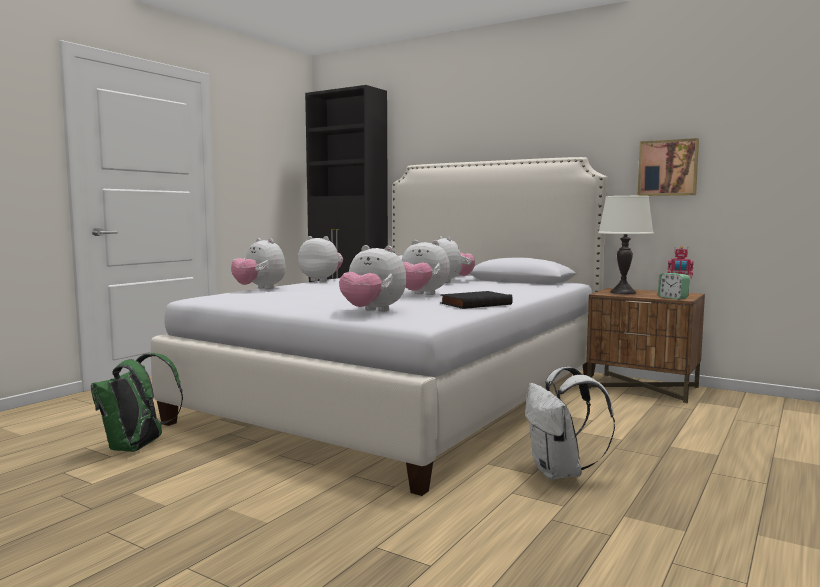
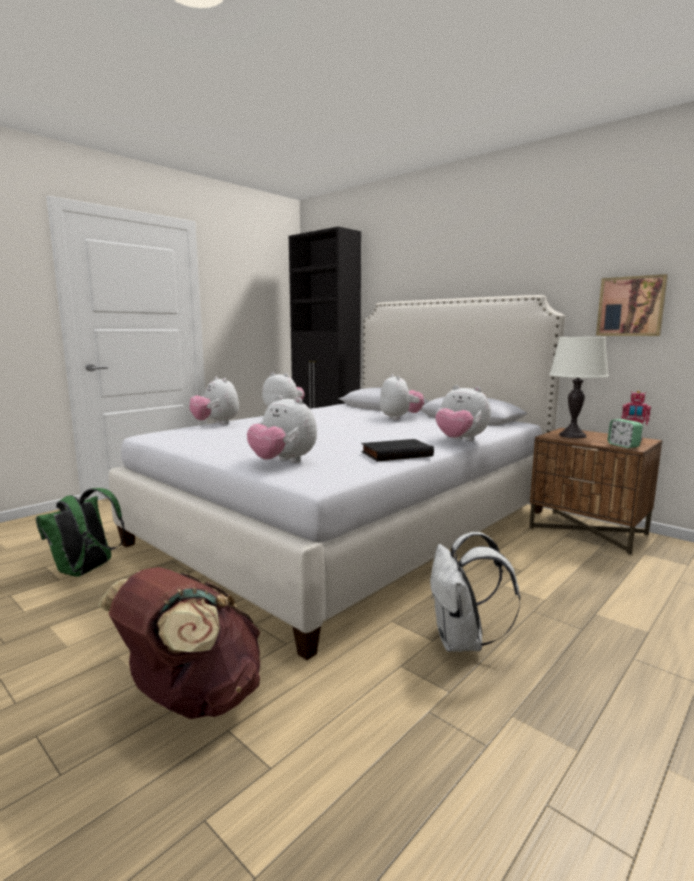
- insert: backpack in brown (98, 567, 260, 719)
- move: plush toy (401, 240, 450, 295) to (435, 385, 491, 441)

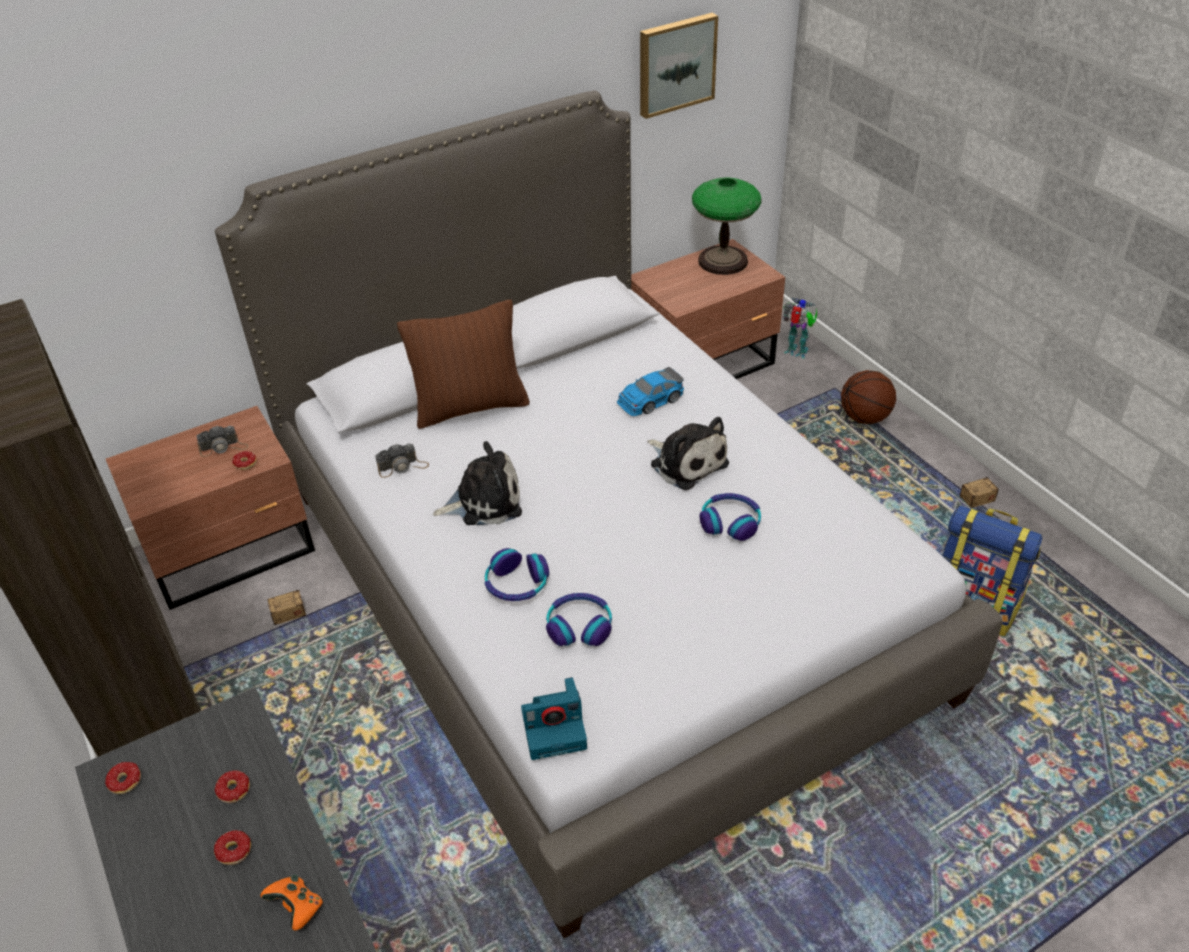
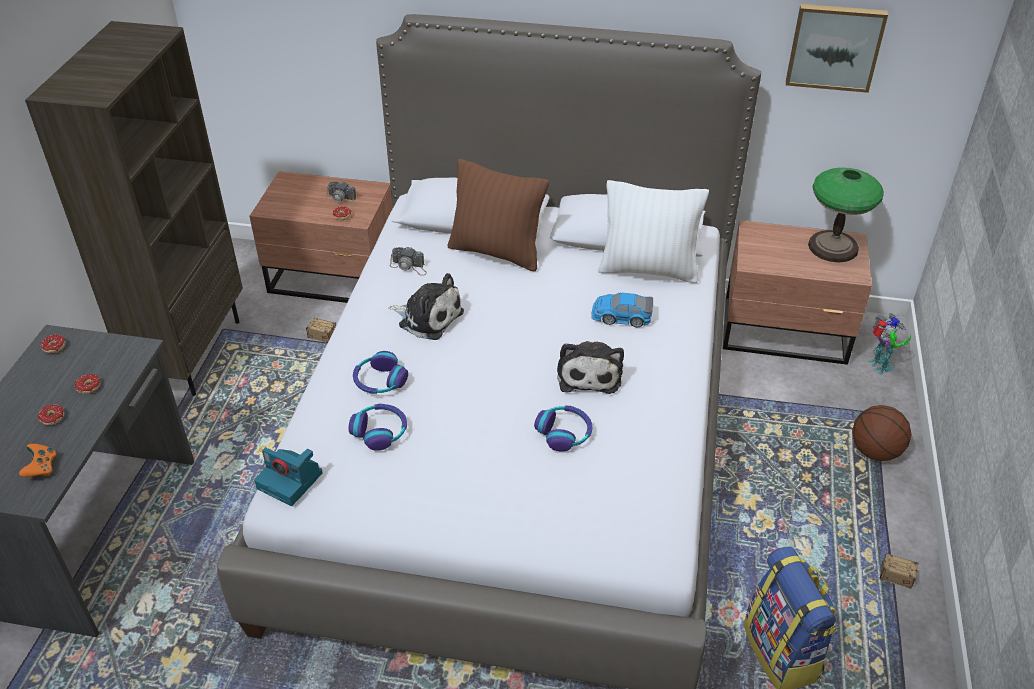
- insert: pillow in white (598, 180, 709, 283)

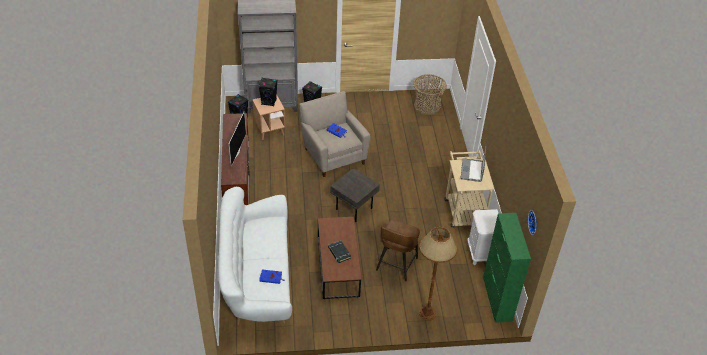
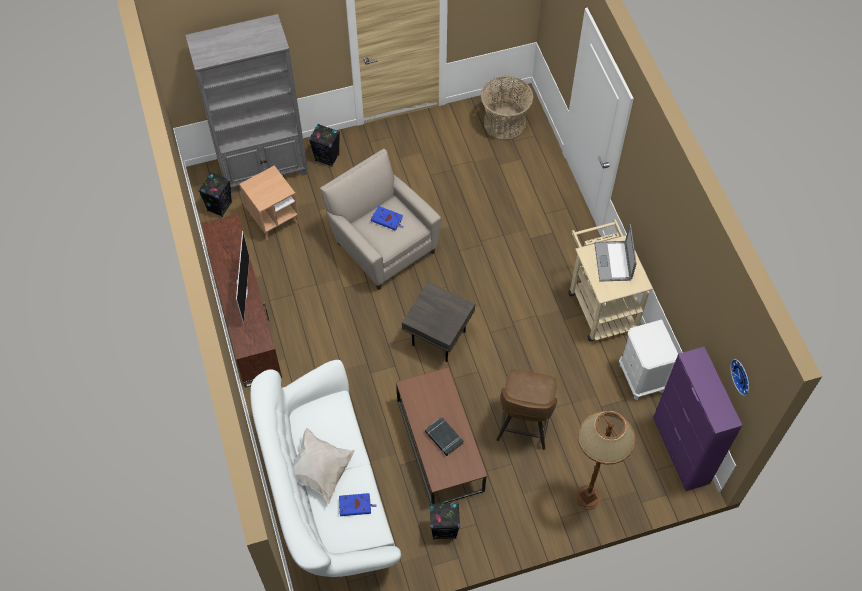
- insert: pillow in white (293, 428, 355, 504)
- move: speaker in black (258, 78, 278, 107) to (429, 502, 460, 540)
- recolor: cabinet in green (483, 213, 531, 323) to cabinet in purple (653, 347, 743, 491)

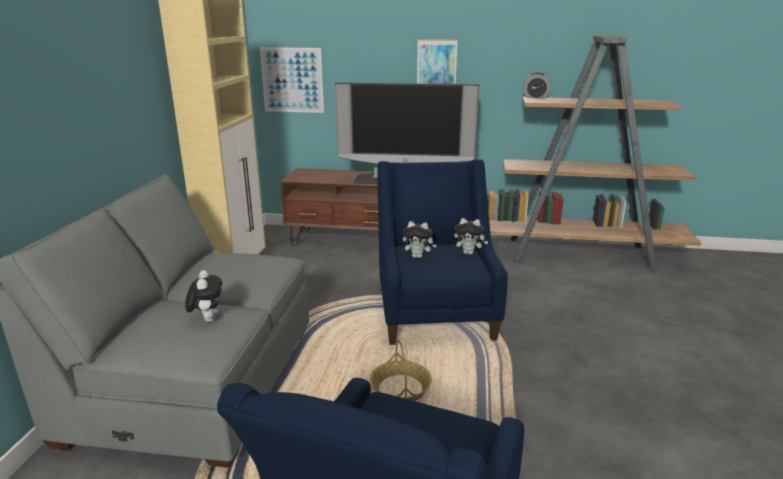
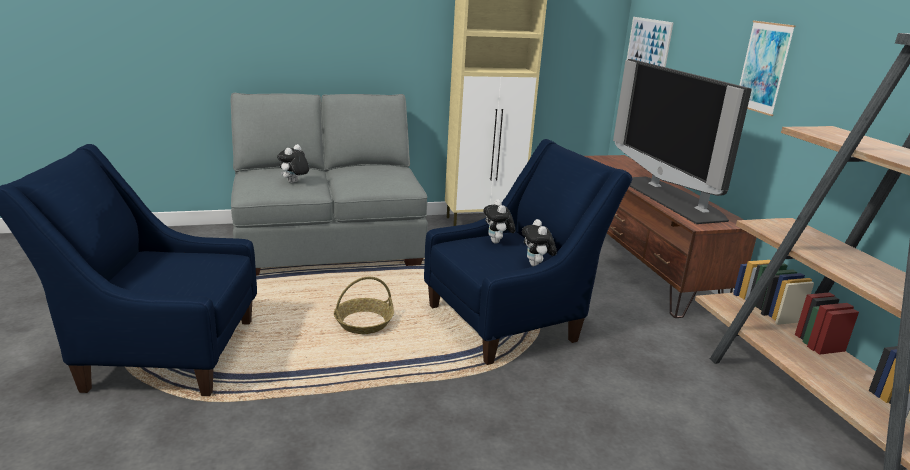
- rotate: plush toy (185, 270, 222, 322) = (277, 144, 309, 183) 150 degrees clockwise
- delete: alarm clock (523, 72, 551, 99)

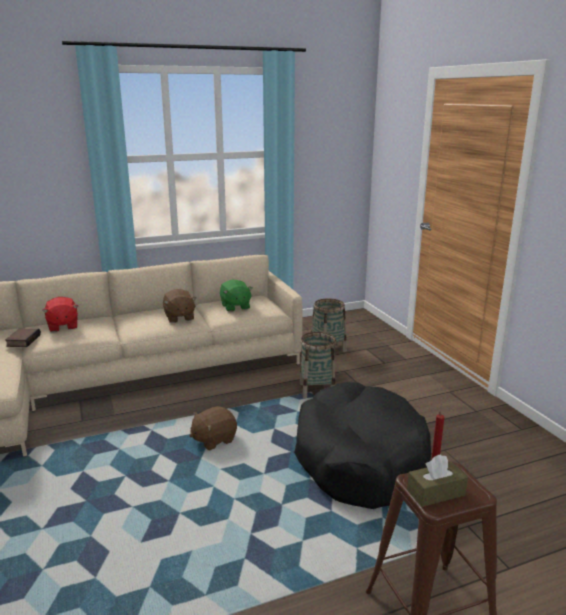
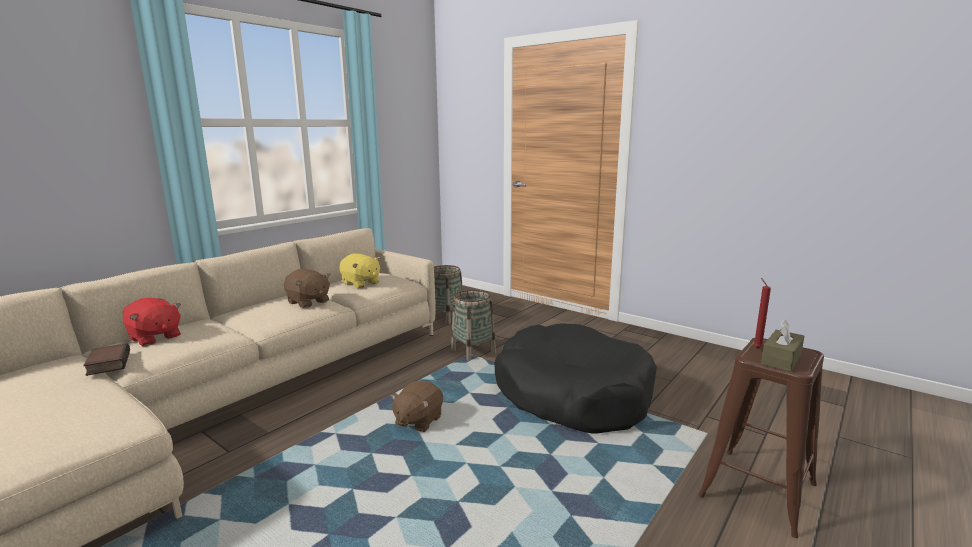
- recolor: plush toy in green (220, 280, 253, 312) to plush toy in yellow (339, 254, 381, 288)

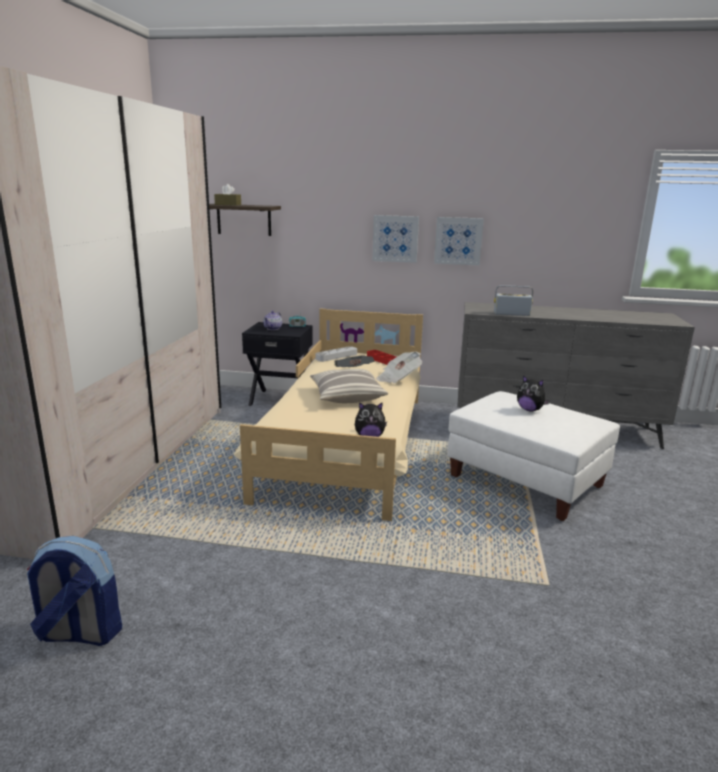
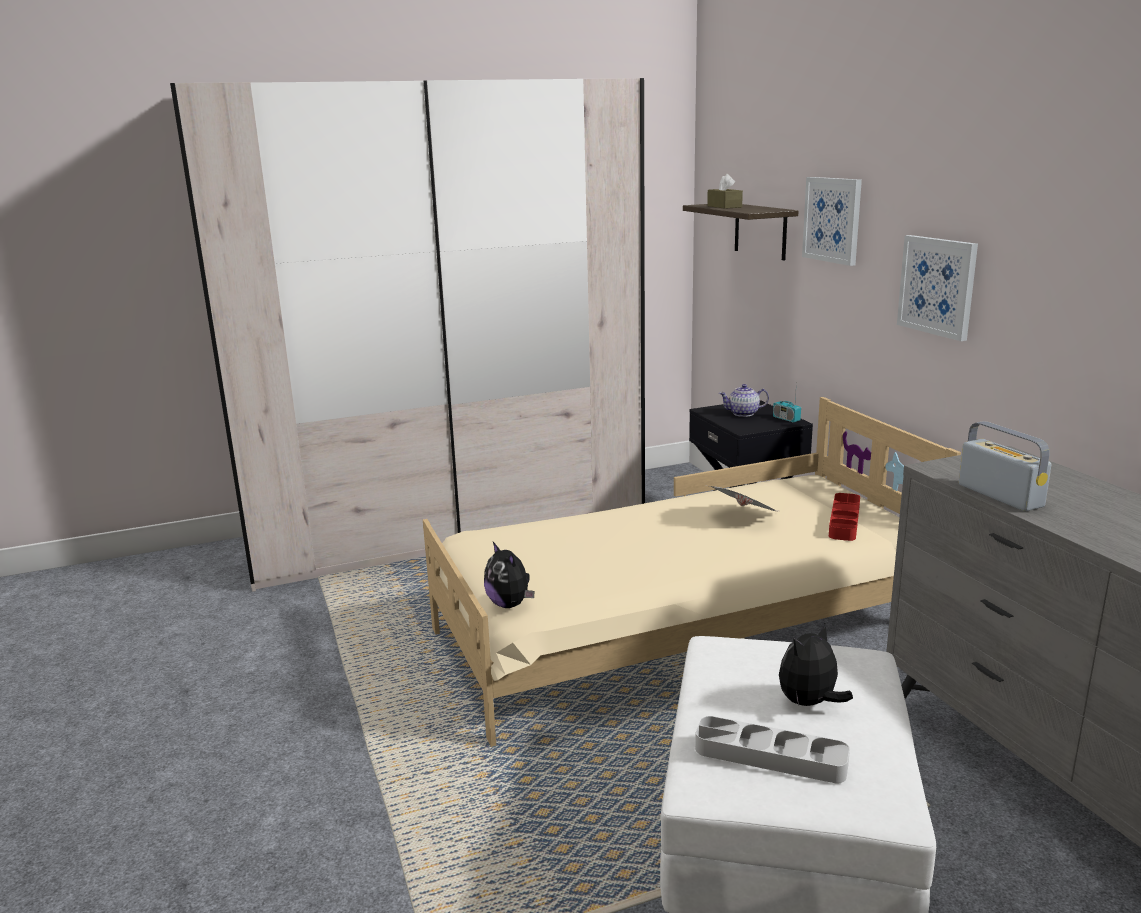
- move: tray in grey (316, 346, 357, 362) to (695, 716, 850, 784)
- rotate: plush toy (517, 375, 550, 412) = (779, 624, 853, 706) 45 degrees clockwise
- move: picture (434, 217, 484, 266) to (802, 177, 862, 266)
- delete: backpack (27, 536, 122, 646)
- delete: pillow (310, 369, 388, 403)
- delete: newspaper (376, 352, 422, 383)

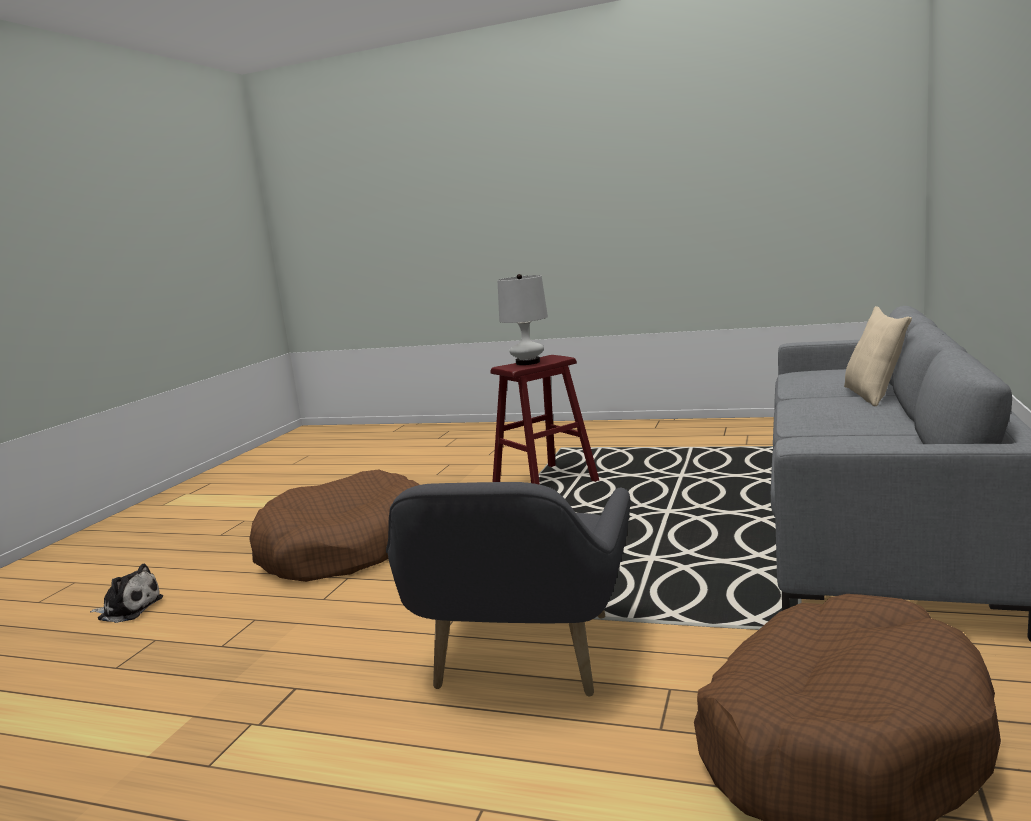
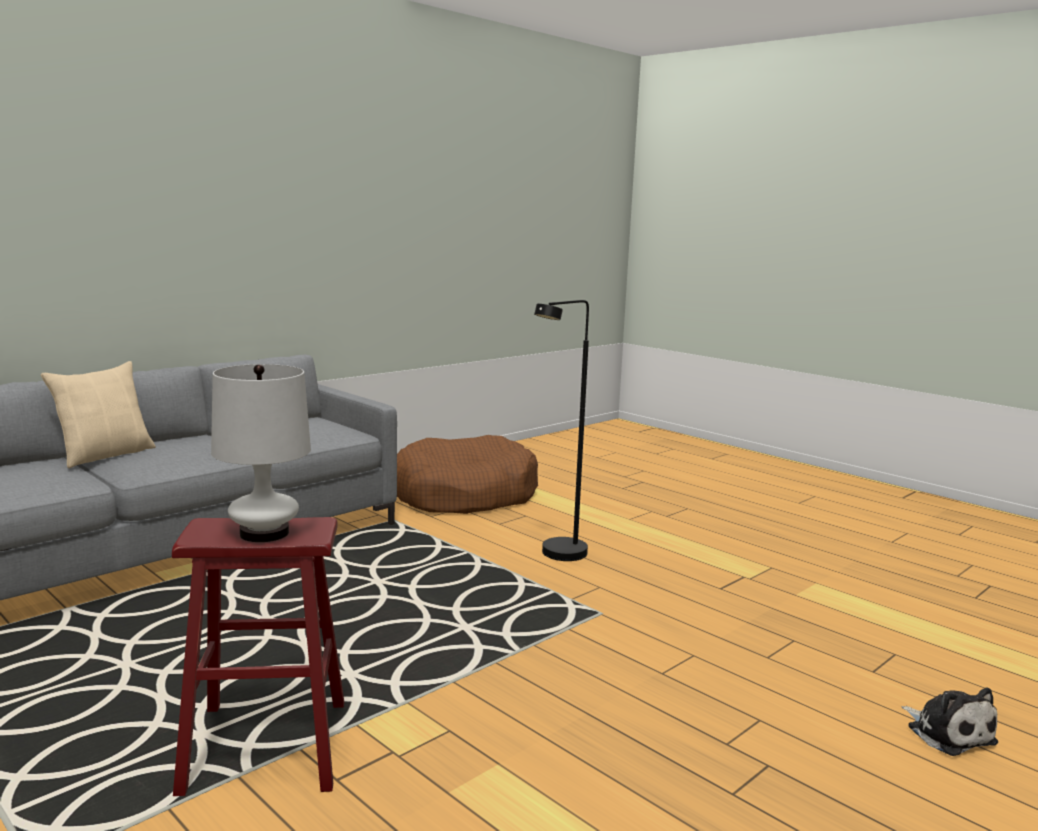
- replace: armchair in grey (386, 482, 630, 696) to floor lamp in black (534, 300, 589, 561)
- rotate: plush toy (90, 564, 163, 623) = (901, 688, 998, 756) 150 degrees counterclockwise
- delete: dog bed in brown (249, 469, 420, 582)

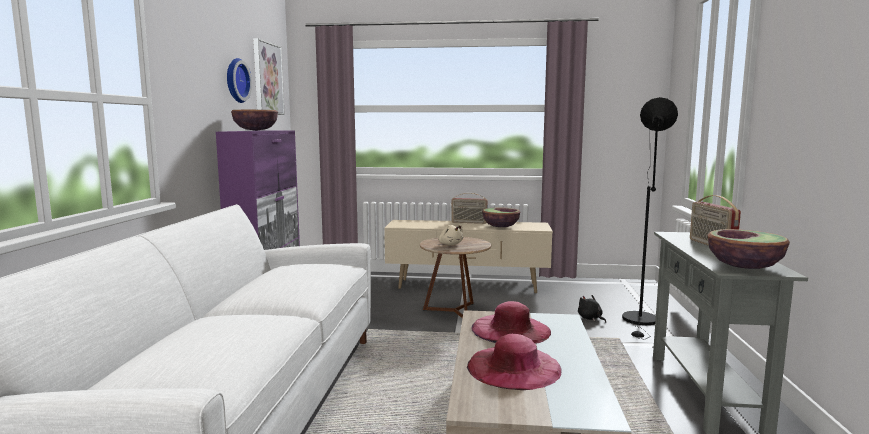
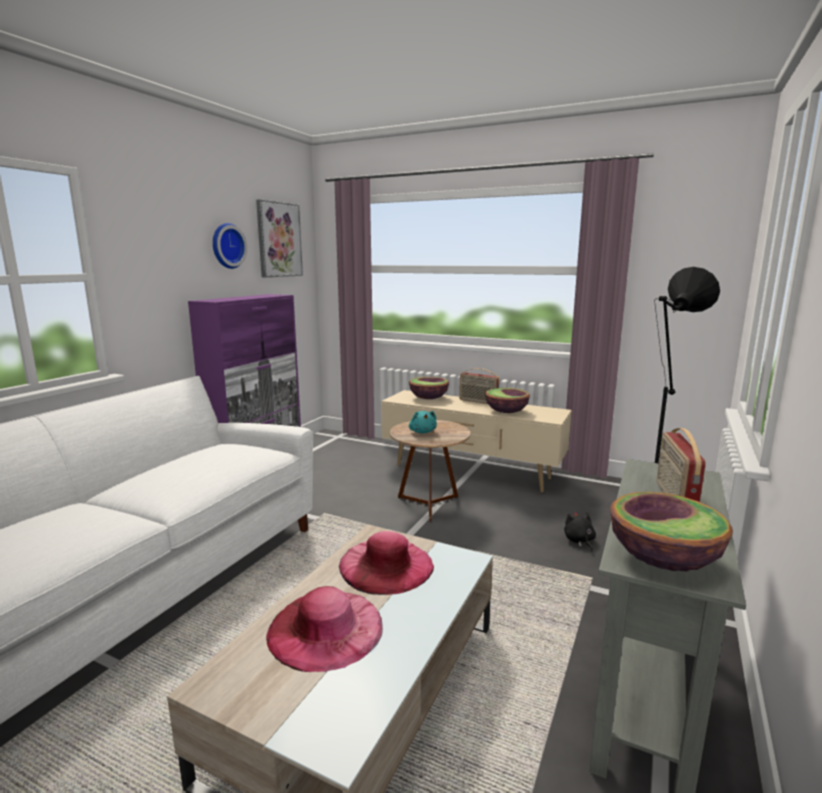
- move: bowl (231, 110, 278, 131) to (409, 377, 449, 399)
- recolor: plush toy in beige (438, 224, 463, 245) to plush toy in turquoise (409, 411, 437, 433)

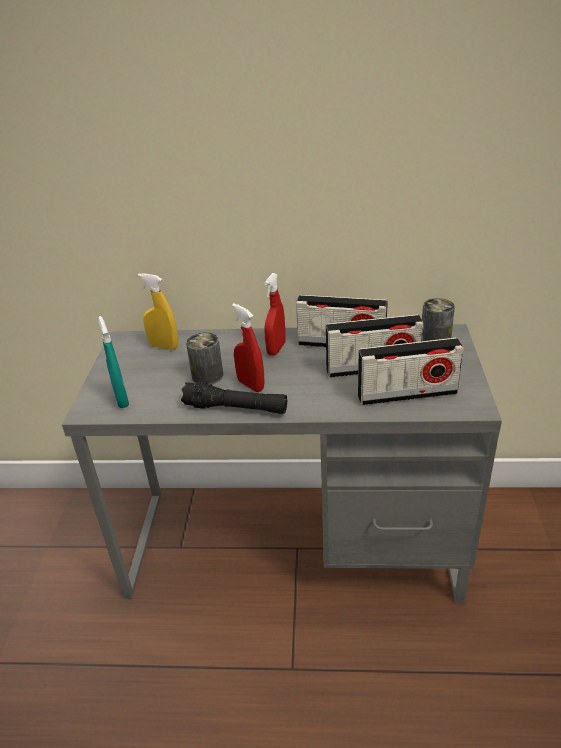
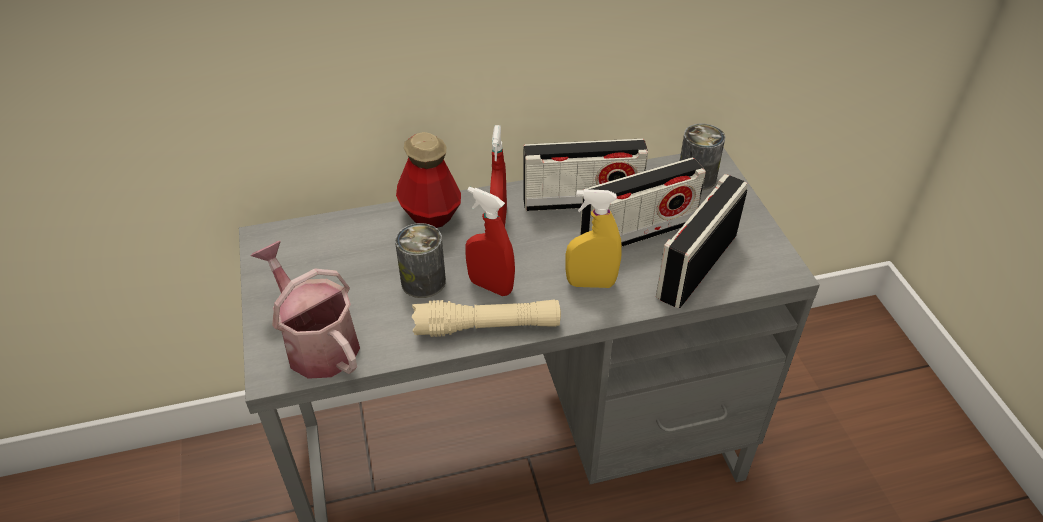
- replace: spray bottle in turquoise (98, 316, 129, 408) to watering can (251, 241, 360, 379)
- insert: bottle (396, 132, 461, 228)
- recolor: flashlight in black (181, 382, 287, 414) to flashlight in beige (412, 299, 561, 337)
- move: spray bottle in yellow (138, 273, 178, 350) to (565, 189, 622, 288)
- rotate: radio (358, 337, 464, 405) = (656, 174, 748, 308) 150 degrees clockwise

